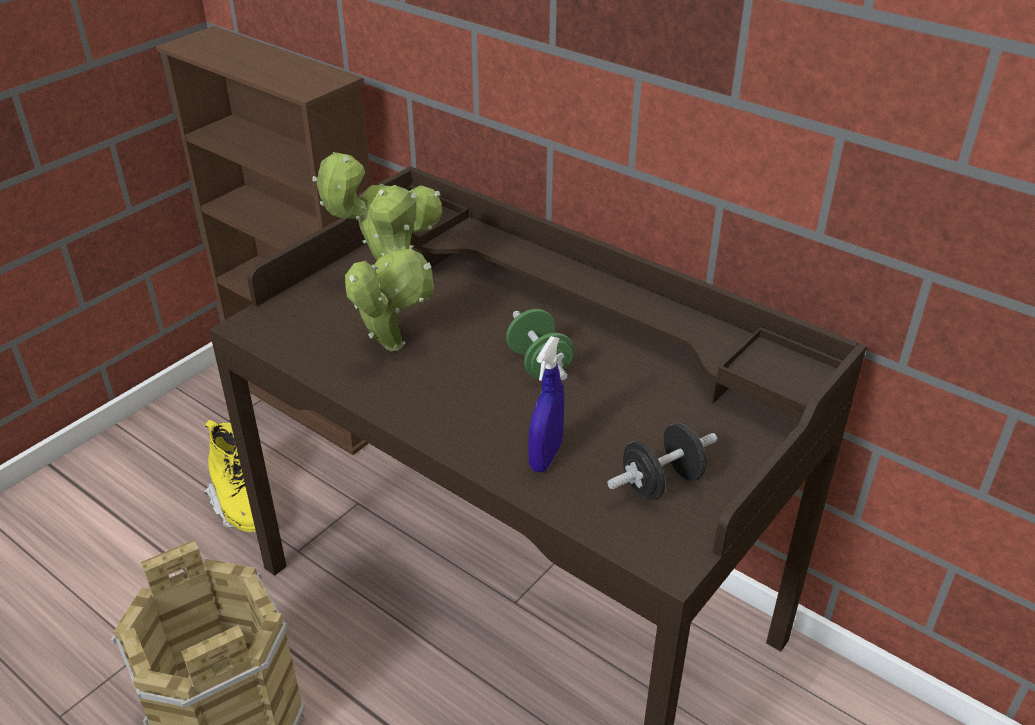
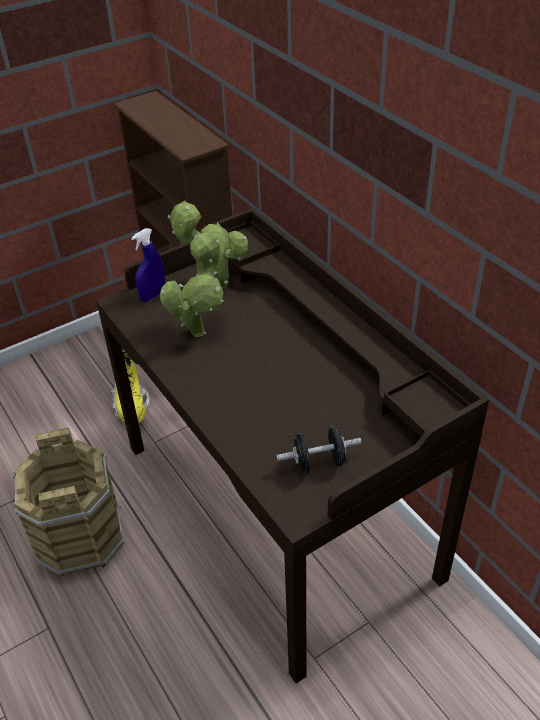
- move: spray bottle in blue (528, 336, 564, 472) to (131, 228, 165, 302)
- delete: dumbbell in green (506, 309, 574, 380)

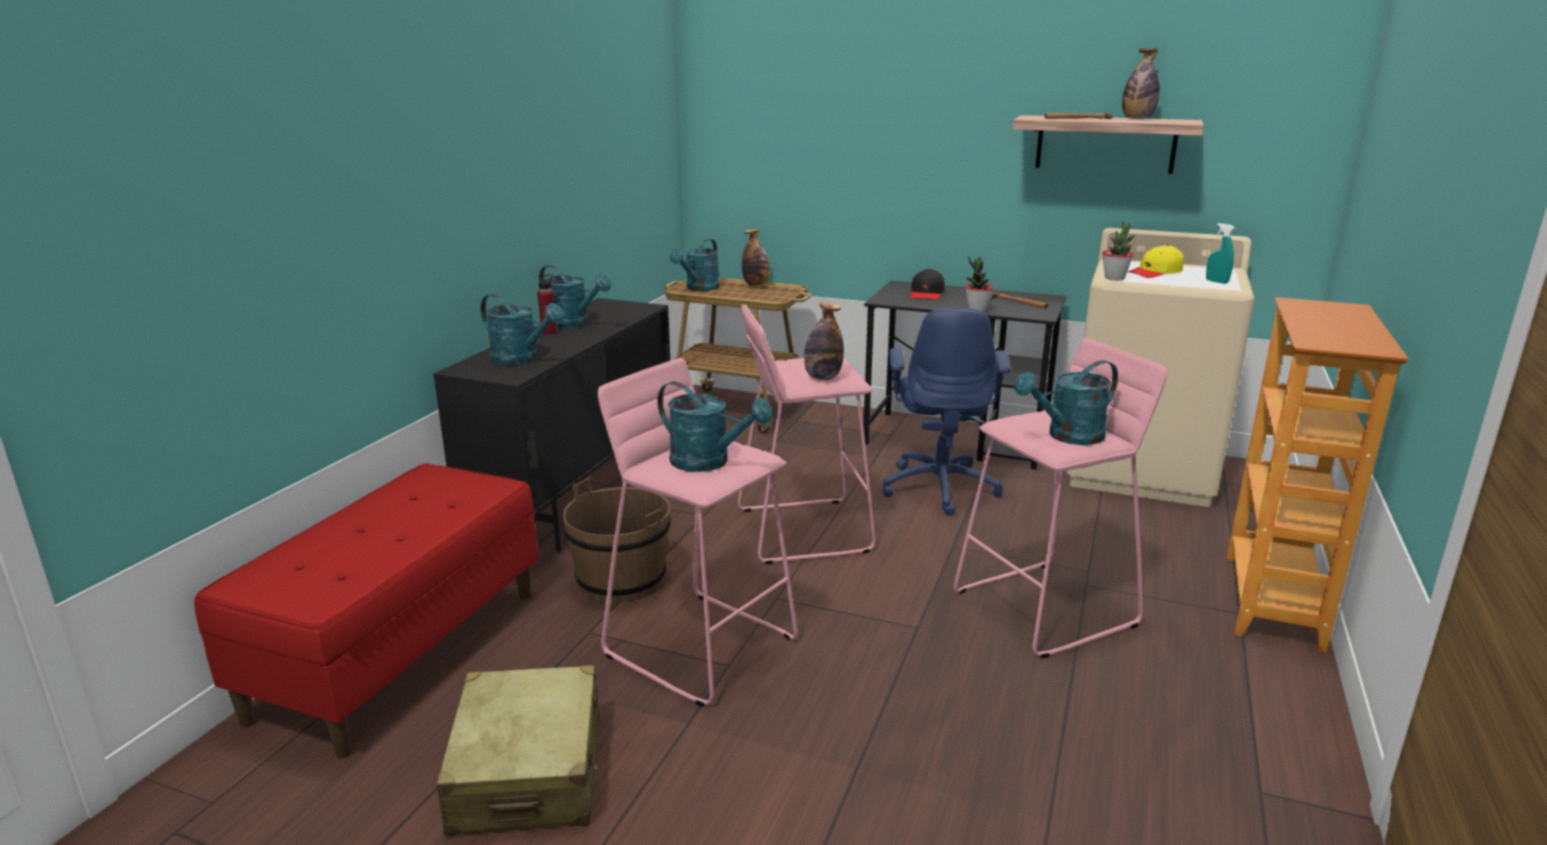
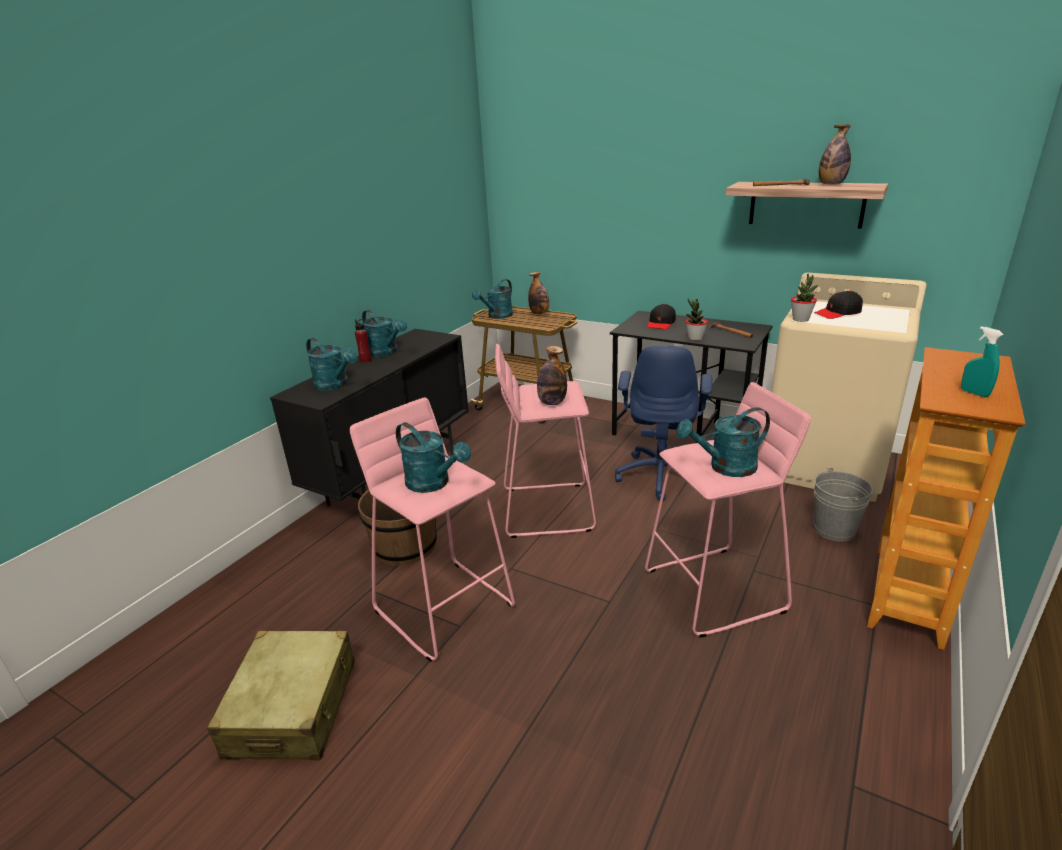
- insert: bucket in grey (813, 468, 873, 542)
- recolor: cap in yellow (1128, 245, 1184, 278) to cap in black (814, 290, 863, 319)
- move: spray bottle in turquoise (1206, 223, 1235, 284) to (961, 326, 1004, 397)
- delete: bench in red (194, 463, 538, 758)

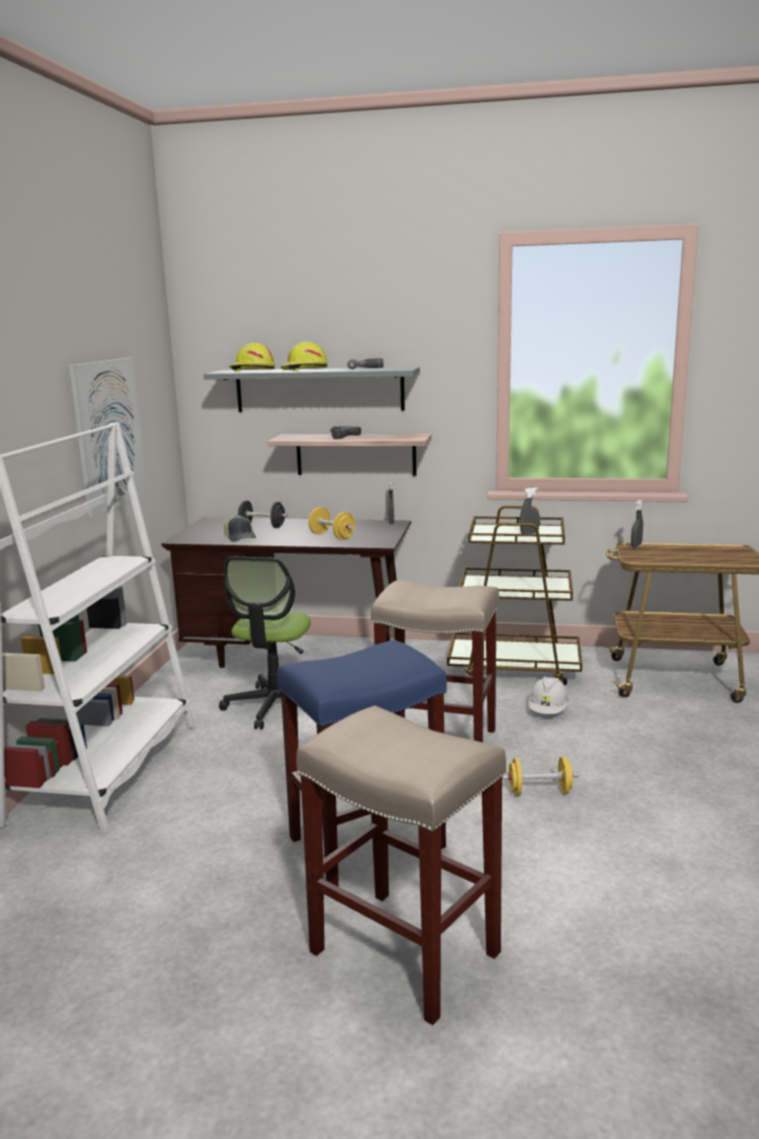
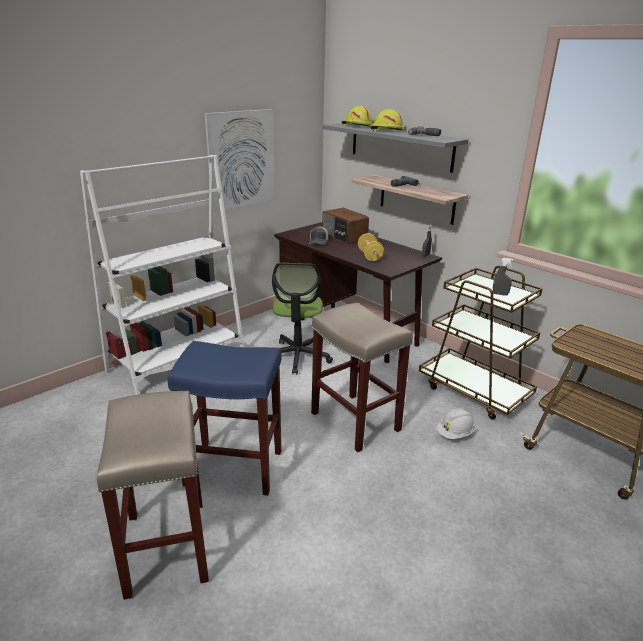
- rotate: office chair (219, 557, 311, 730) = (272, 263, 333, 374) 45 degrees counterclockwise
- replace: dumbbell in black (236, 501, 288, 528) to radio (322, 208, 369, 244)
- delete: dumbbell in yellow (502, 757, 579, 796)
- delete: spray bottle in grey (631, 500, 643, 547)

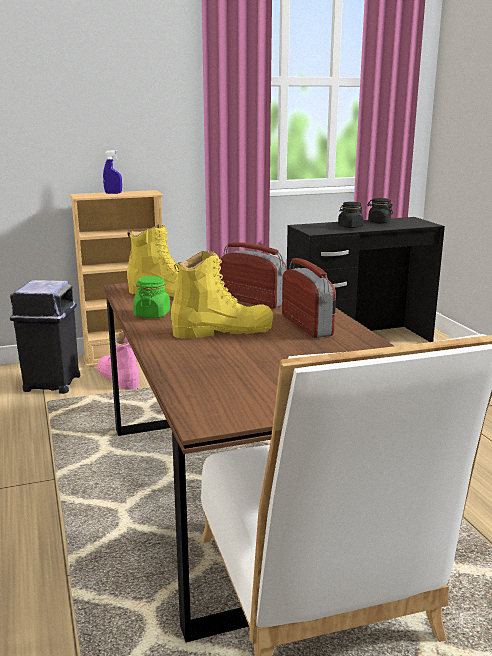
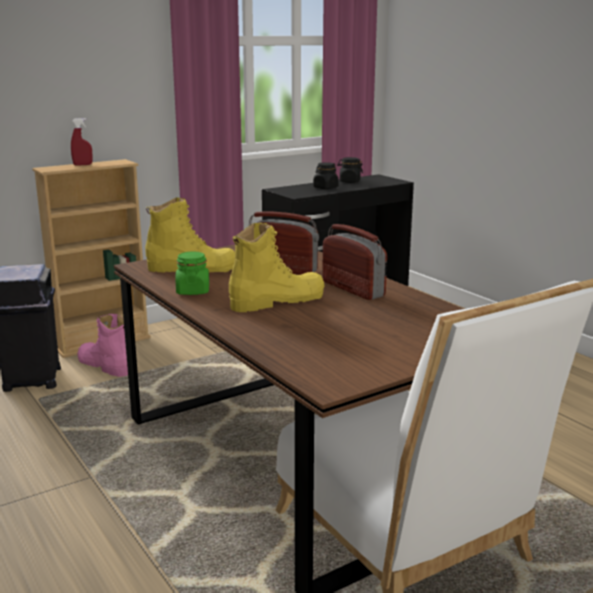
- recolor: spray bottle in blue (103, 150, 122, 194) to spray bottle in red (71, 118, 93, 166)

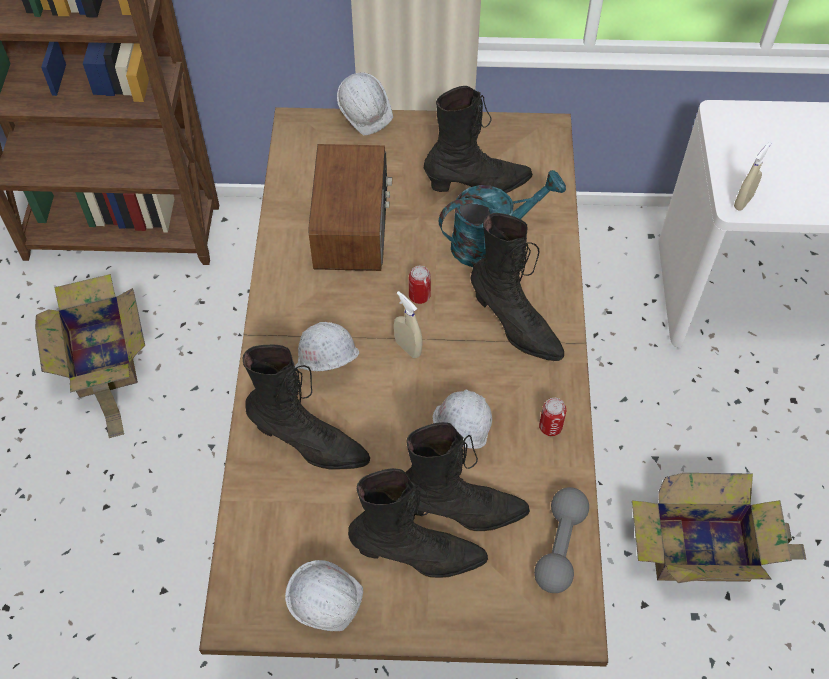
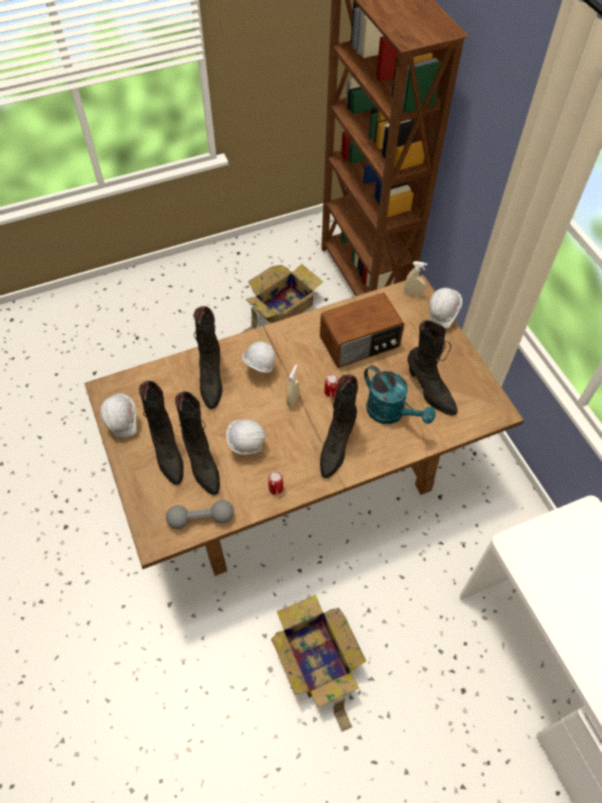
- move: spray bottle in beige (734, 142, 771, 211) to (404, 261, 427, 297)

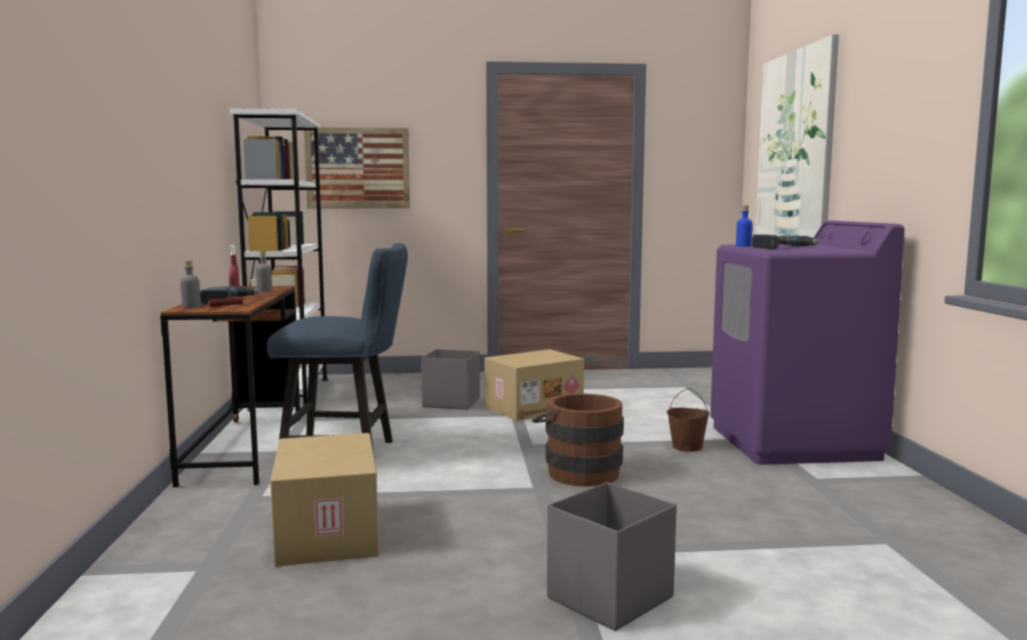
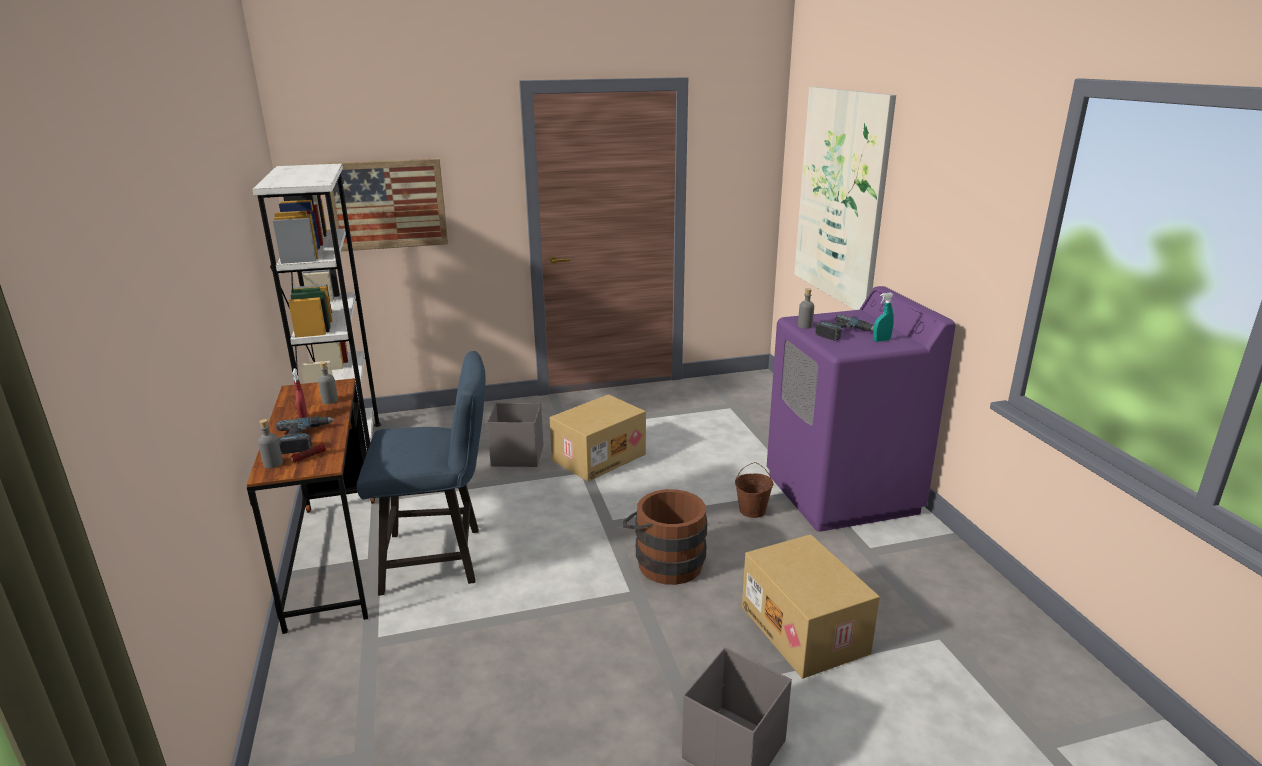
- move: cardboard box (270, 433, 379, 567) to (742, 534, 880, 679)
- recolor: bottle in blue (736, 205, 753, 247) to bottle in grey (798, 288, 814, 329)
- insert: spray bottle in turquoise (873, 293, 894, 342)

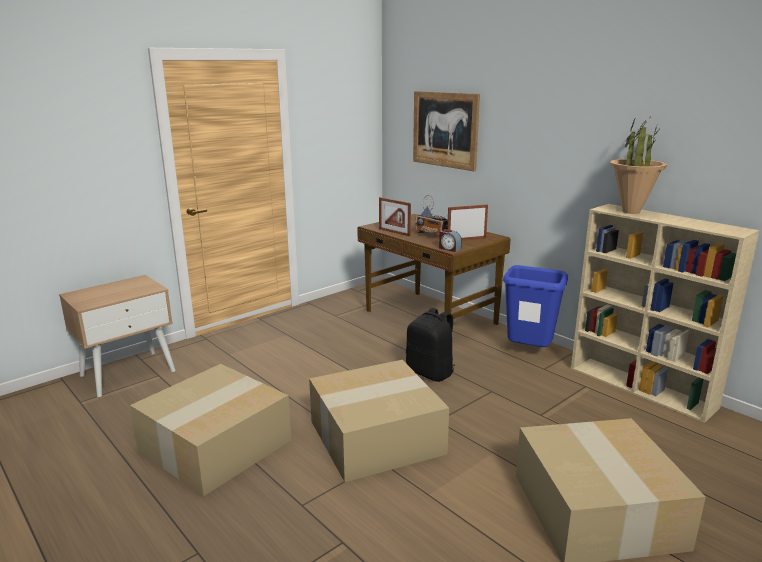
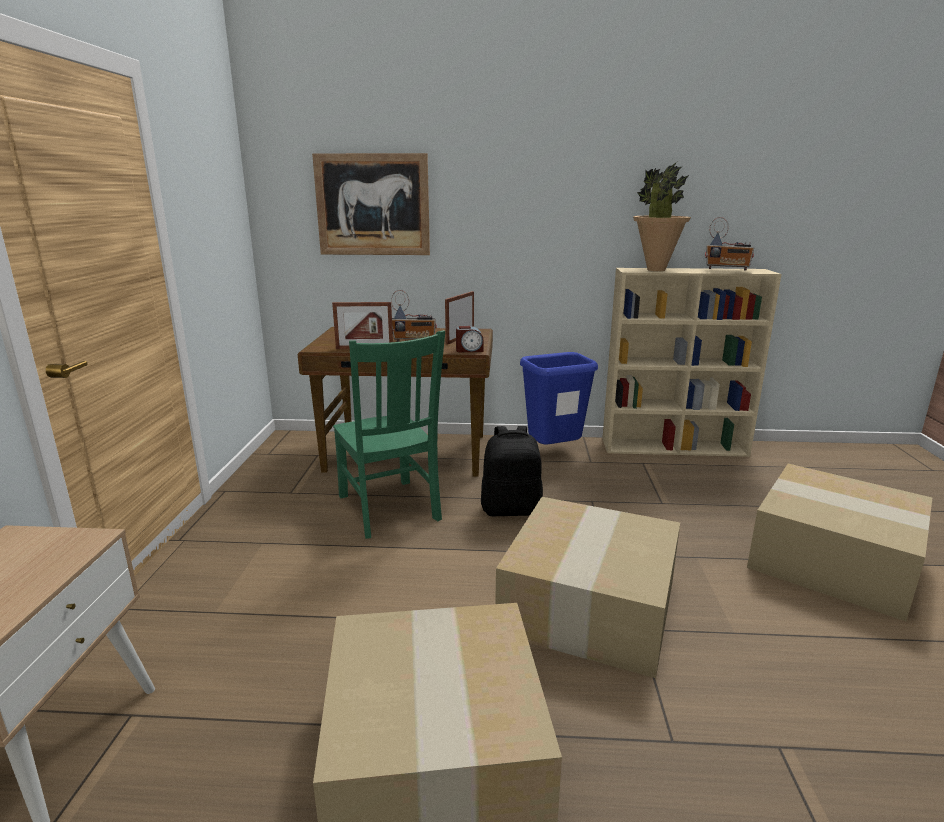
- insert: chair in green (333, 330, 445, 539)
- insert: radio (705, 217, 754, 271)

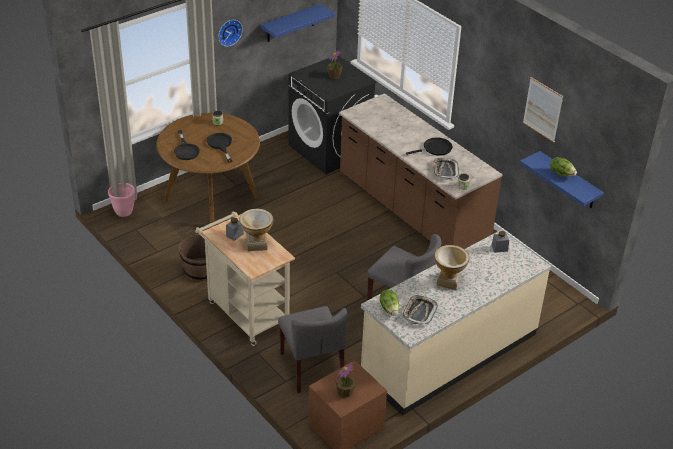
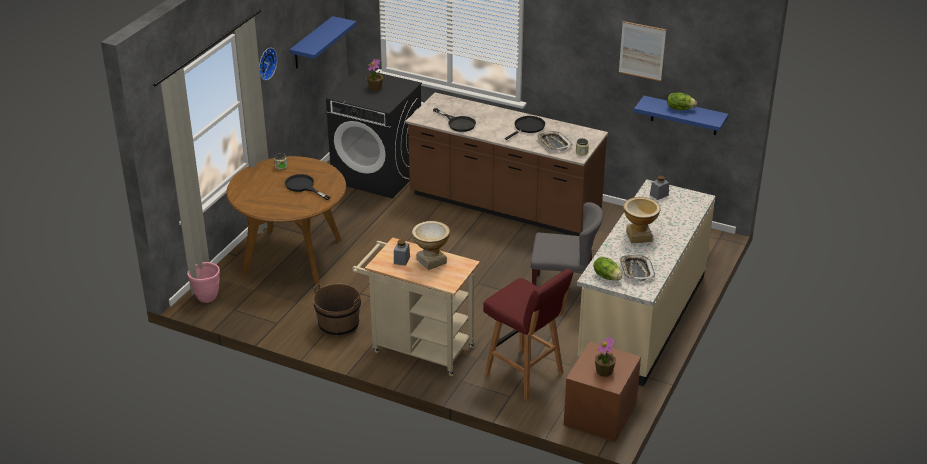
- move: frying pan in black (174, 130, 200, 160) to (433, 108, 476, 132)
- replace: chair in grey (278, 306, 347, 393) to stool in red (483, 269, 573, 400)

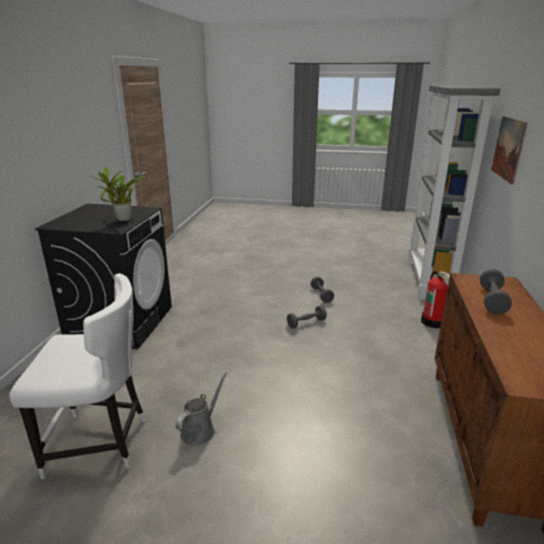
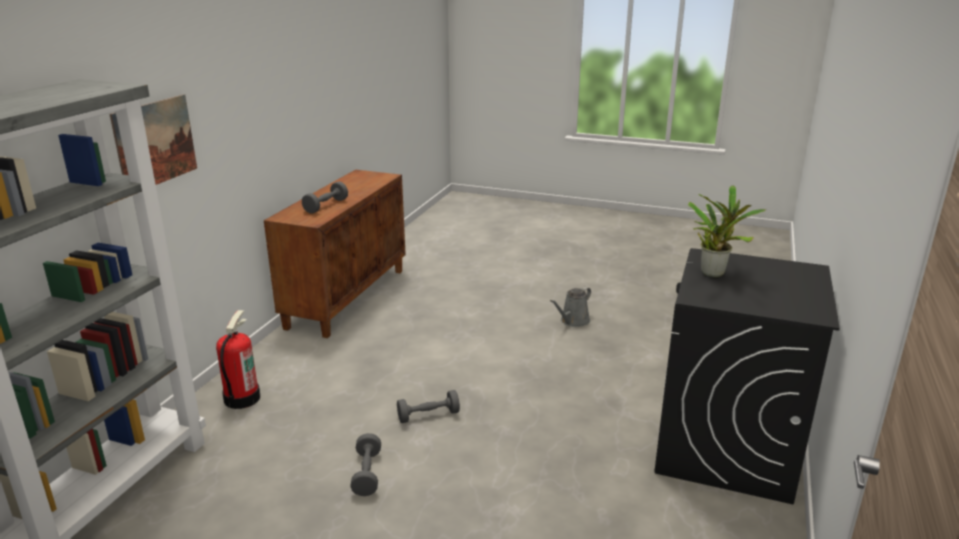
- delete: chair in white (9, 273, 146, 479)

